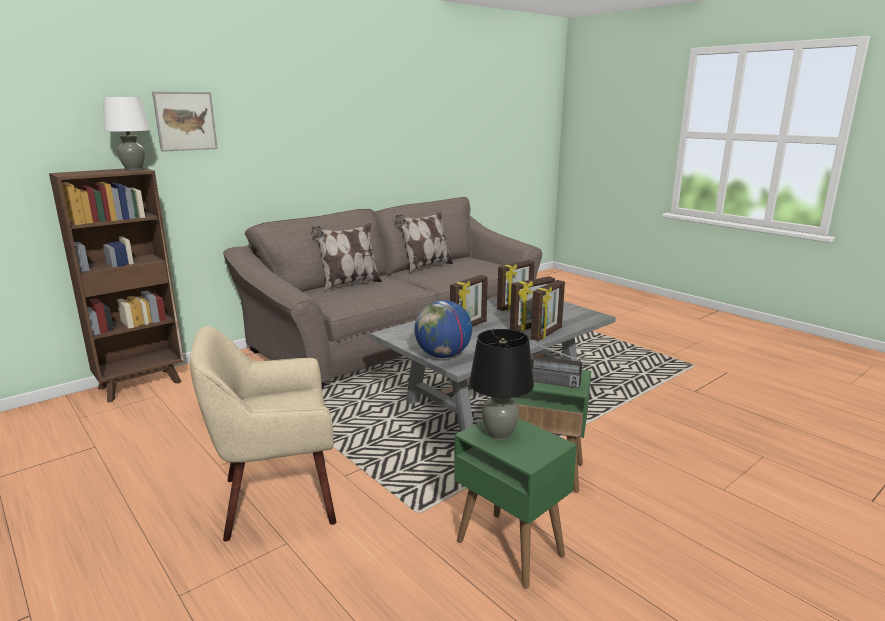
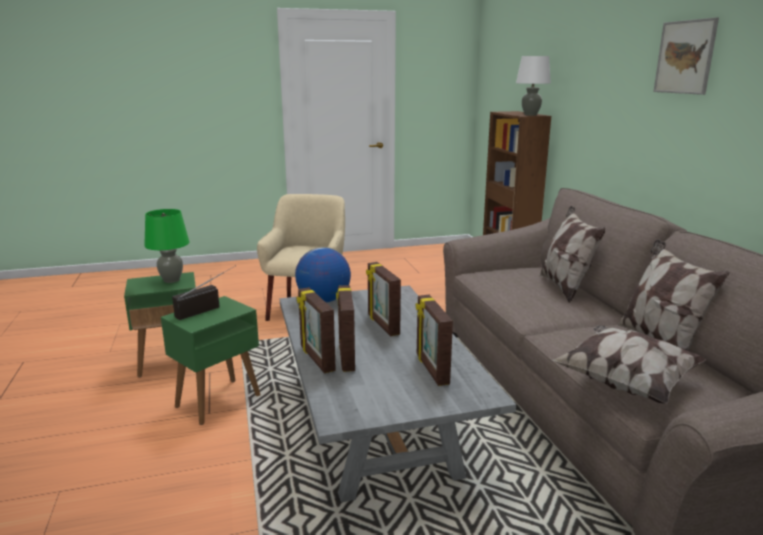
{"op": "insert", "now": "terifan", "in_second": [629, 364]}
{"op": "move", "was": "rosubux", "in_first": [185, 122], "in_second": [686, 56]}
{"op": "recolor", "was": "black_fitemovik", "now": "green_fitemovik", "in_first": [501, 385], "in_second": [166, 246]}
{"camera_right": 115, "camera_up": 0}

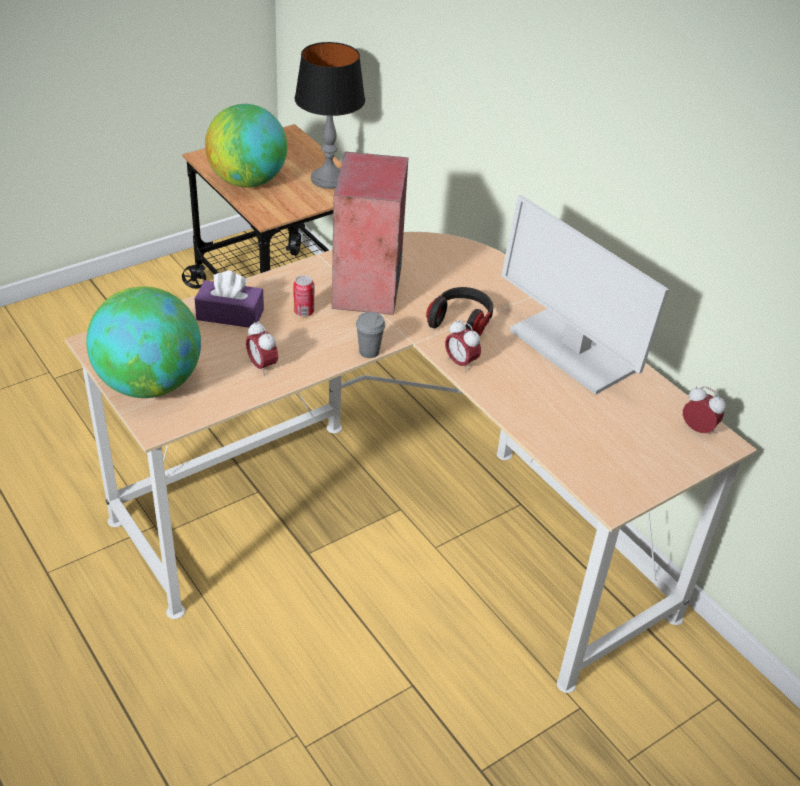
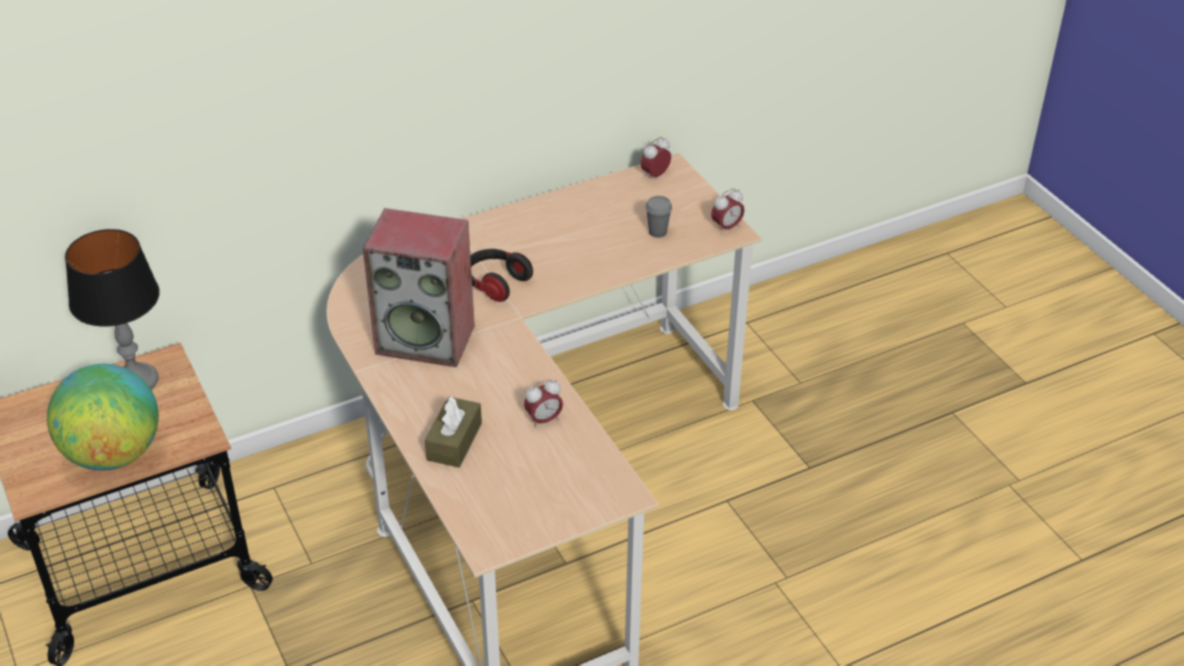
{"op": "delete", "was": "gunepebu", "in_first": [143, 342]}
{"op": "delete", "was": "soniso", "in_first": [303, 296]}
{"op": "delete", "was": "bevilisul", "in_first": [585, 295]}
{"op": "move", "was": "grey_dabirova", "in_first": [371, 335], "in_second": [658, 217]}
{"op": "move", "was": "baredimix", "in_first": [463, 346], "in_second": [728, 211]}
{"op": "recolor", "was": "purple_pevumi", "now": "brown_pevumi", "in_first": [229, 299], "in_second": [453, 432]}
{"camera_right": -80, "camera_up": 0}

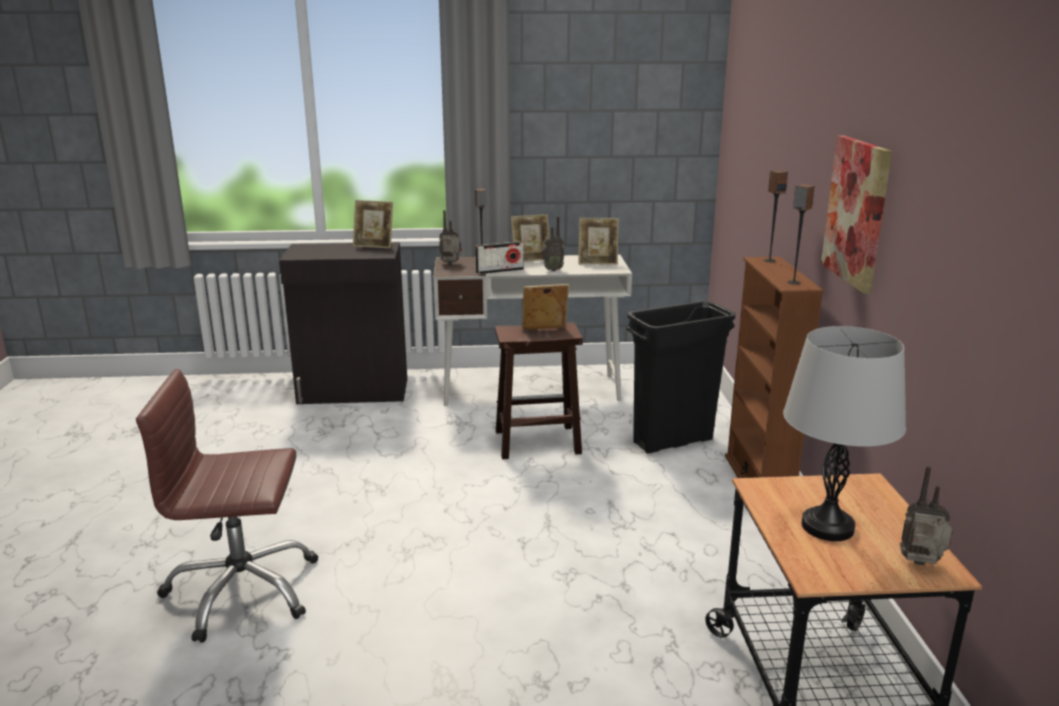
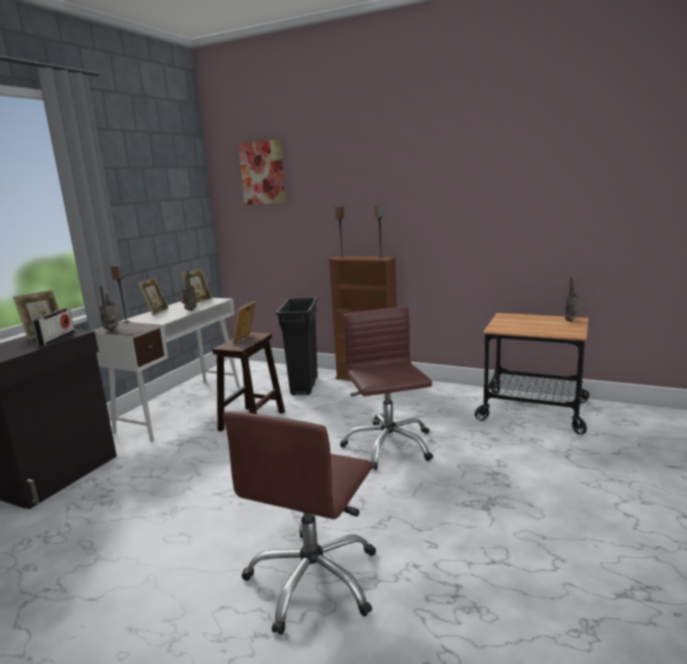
{"op": "delete", "was": "grey_fitemovik", "in_first": [844, 433]}
{"op": "insert", "now": "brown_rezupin", "in_second": [386, 388]}
{"op": "move", "was": "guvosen", "in_first": [499, 257], "in_second": [53, 327]}
{"op": "move", "was": "rosubux", "in_first": [856, 214], "in_second": [262, 172]}
{"camera_right": -60, "camera_up": -5}

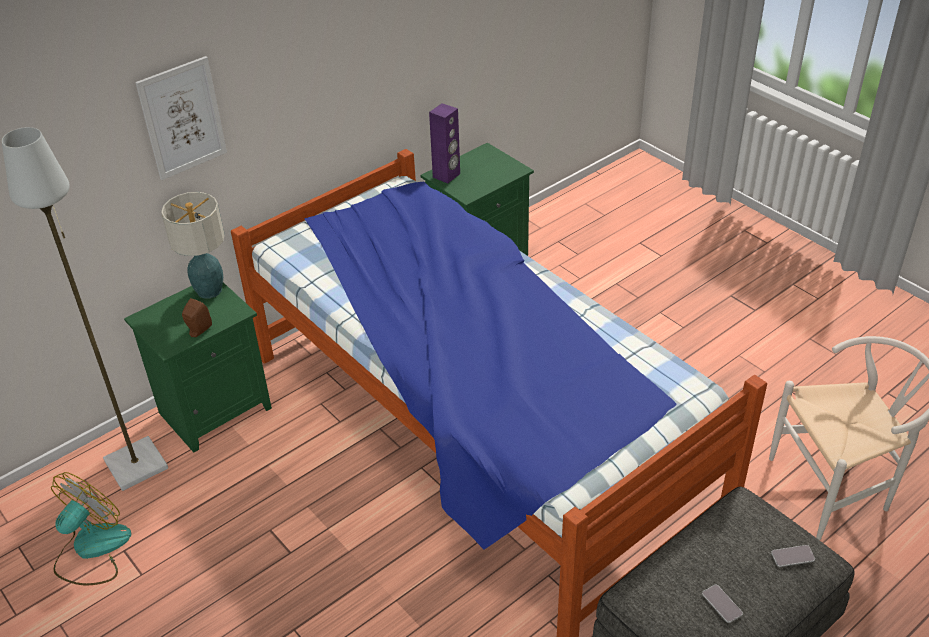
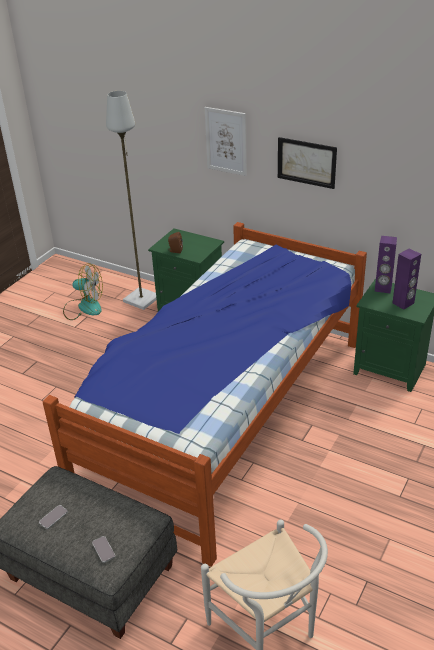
{"op": "delete", "was": "fitemovik", "in_first": [193, 245]}
{"op": "insert", "now": "rosubux", "in_second": [307, 163]}
{"op": "insert", "now": "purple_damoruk", "in_second": [406, 279]}
{"camera_right": 70, "camera_up": -5}

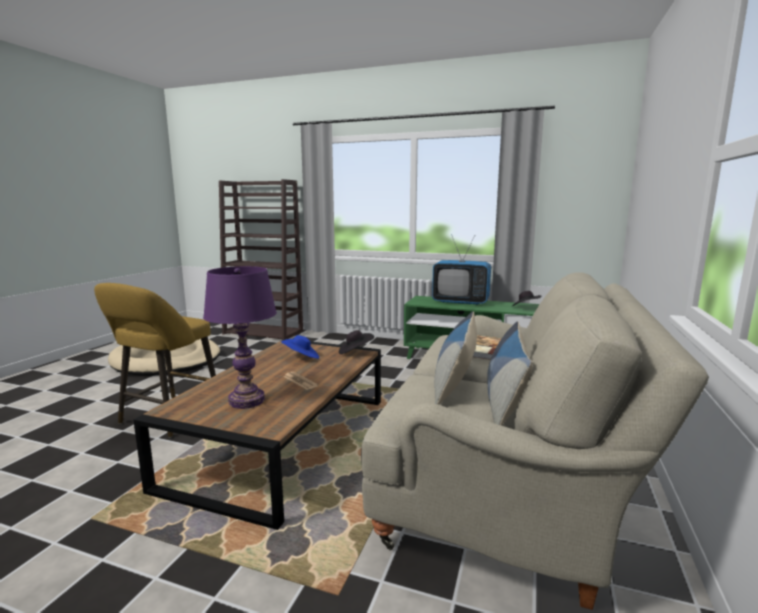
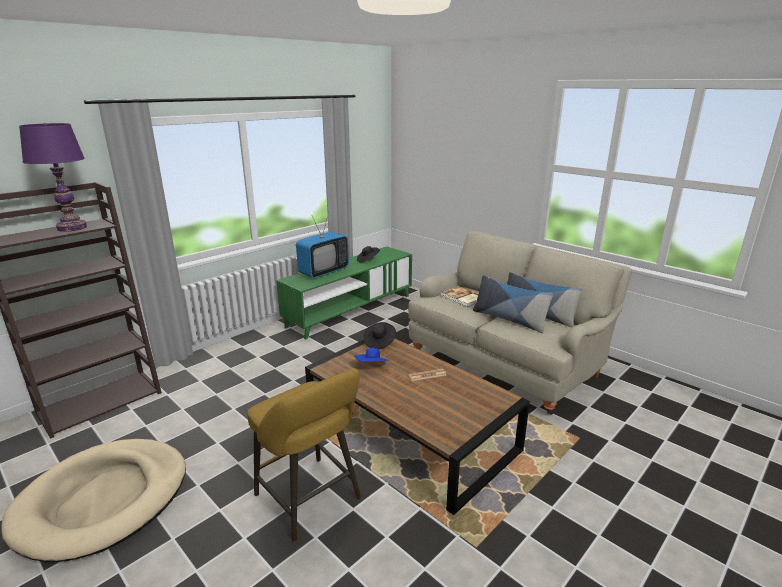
{"op": "move", "was": "purple_fitemovik", "in_first": [240, 337], "in_second": [53, 177]}
{"camera_right": -65, "camera_up": 10}

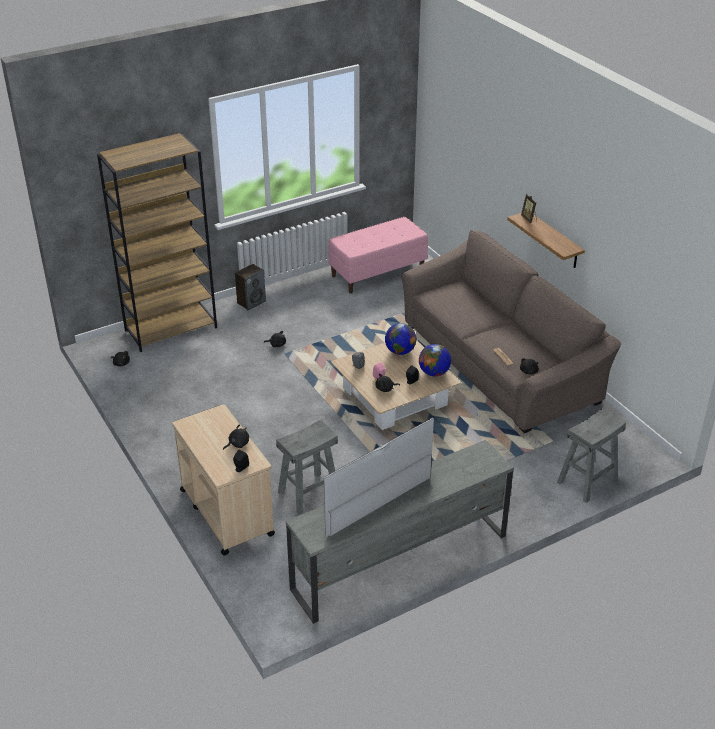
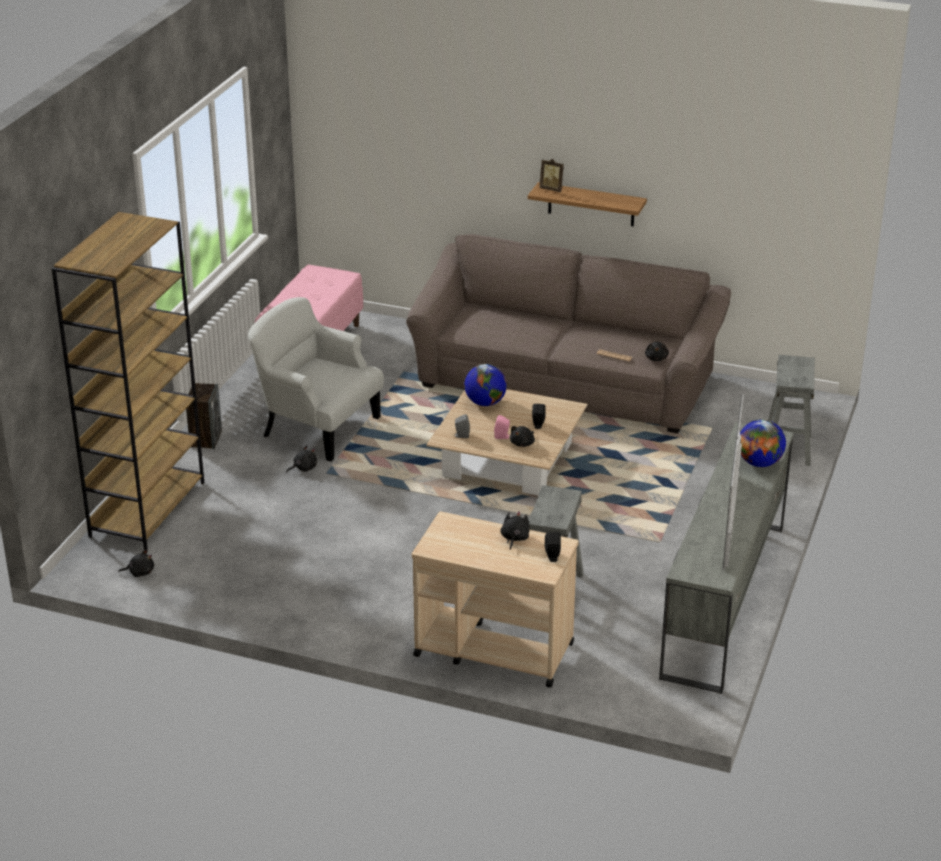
{"op": "insert", "now": "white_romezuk", "in_second": [316, 379]}
{"op": "move", "was": "gunepebu", "in_first": [435, 360], "in_second": [763, 443]}
{"camera_right": -40, "camera_up": -5}

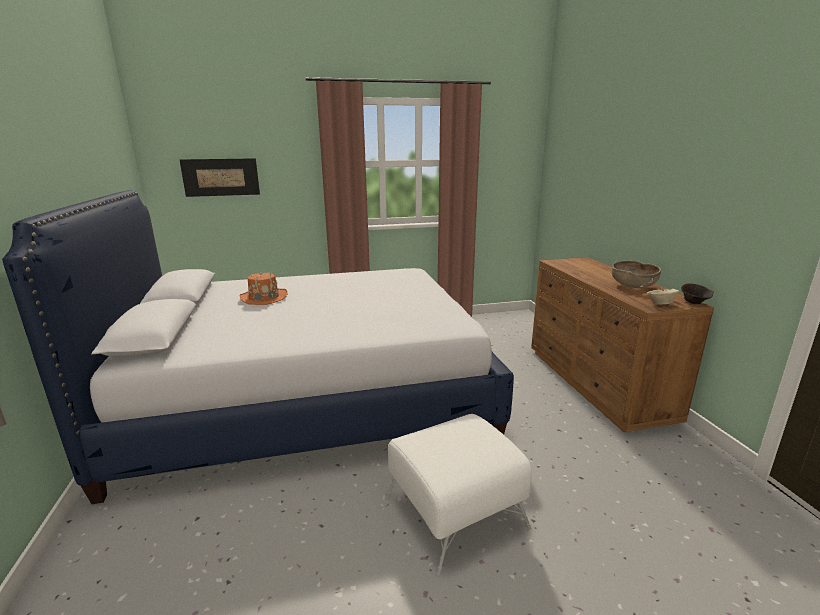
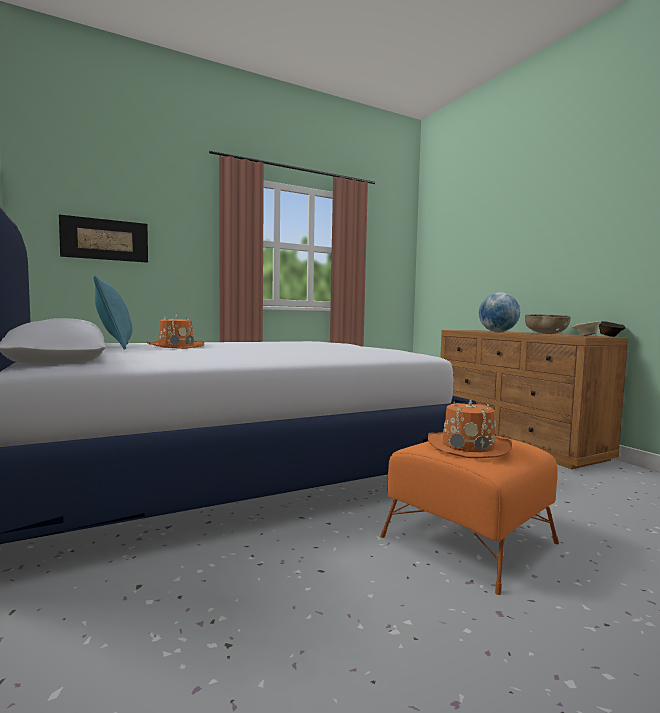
{"op": "insert", "now": "turquoise_terifan", "in_second": [112, 312]}
{"op": "insert", "now": "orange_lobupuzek", "in_second": [470, 428]}
{"op": "insert", "now": "gunepebu", "in_second": [499, 312]}
{"op": "recolor", "was": "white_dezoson", "now": "orange_dezoson", "in_first": [459, 495], "in_second": [469, 515]}
{"camera_right": -15, "camera_up": -15}

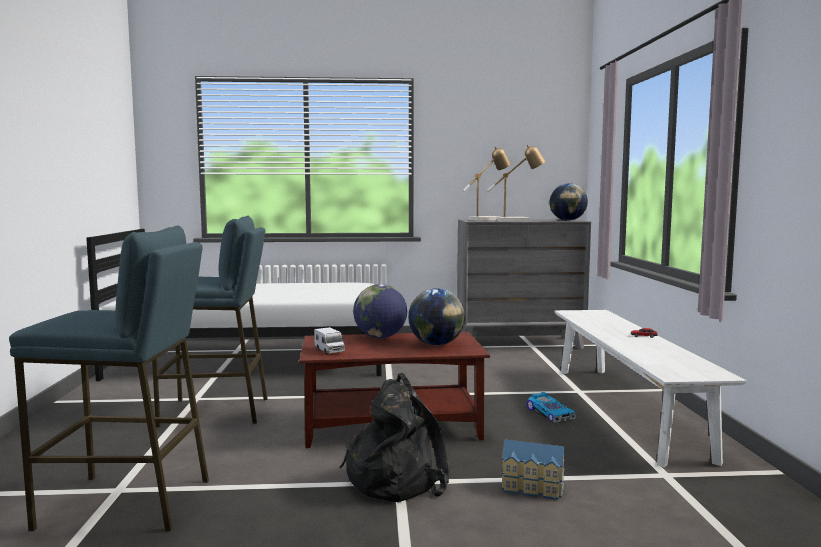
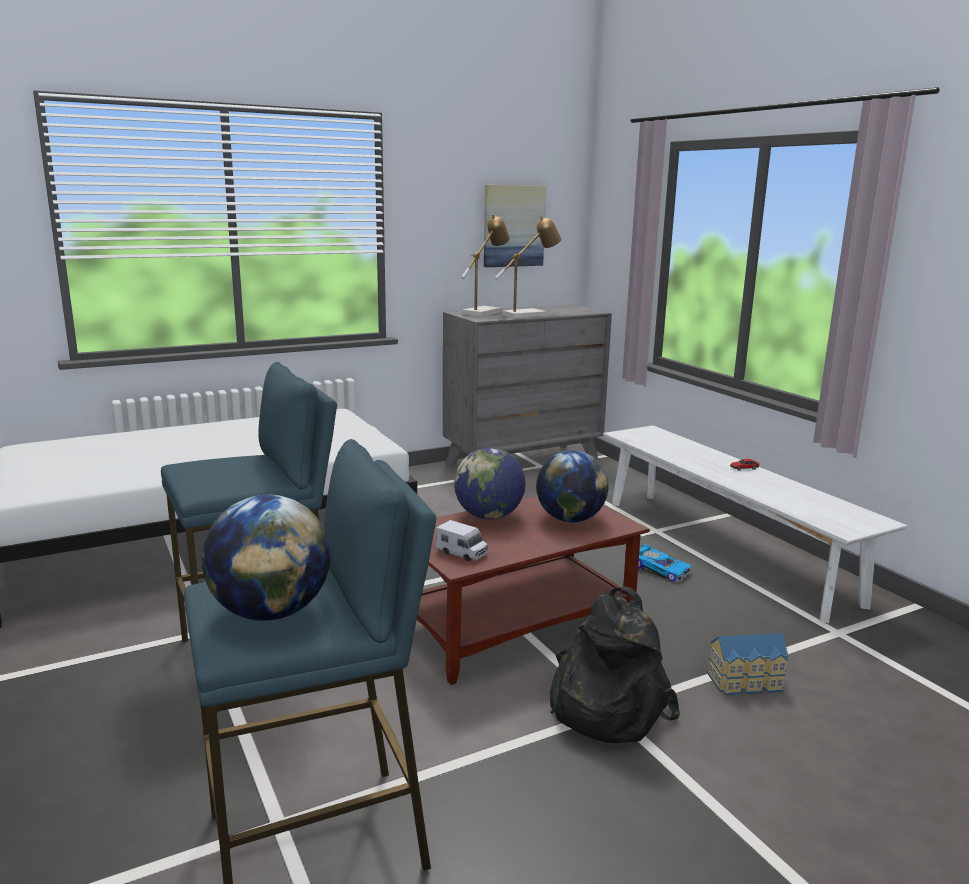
{"op": "insert", "now": "rosubux", "in_second": [515, 226]}
{"op": "move", "was": "gunepebu", "in_first": [568, 202], "in_second": [266, 558]}
{"camera_right": -25, "camera_up": 10}

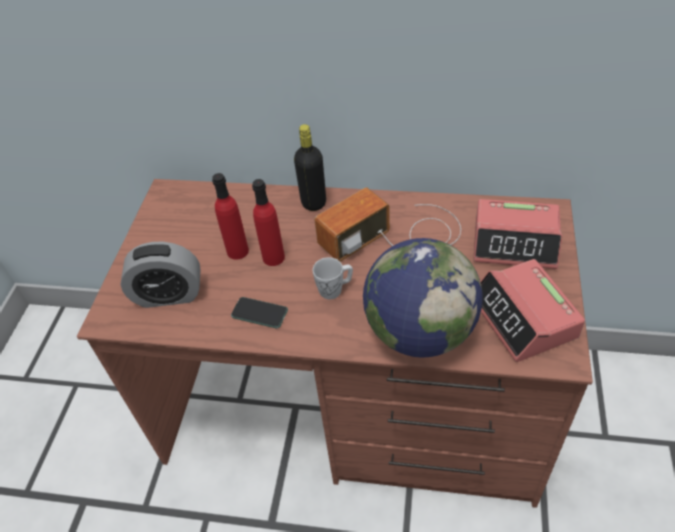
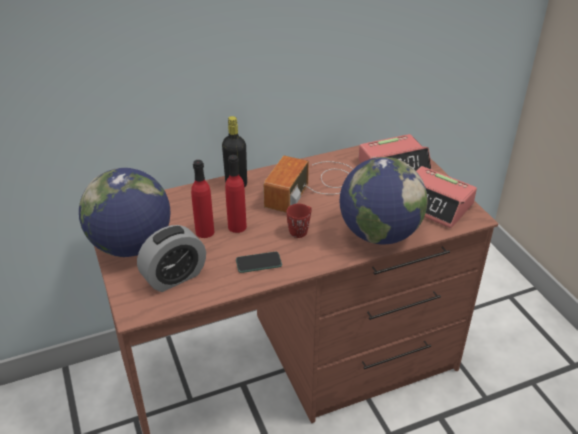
{"op": "insert", "now": "gunepebu", "in_second": [125, 212]}
{"op": "recolor", "was": "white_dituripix", "now": "red_dituripix", "in_first": [333, 278], "in_second": [299, 221]}
{"camera_right": -35, "camera_up": -10}

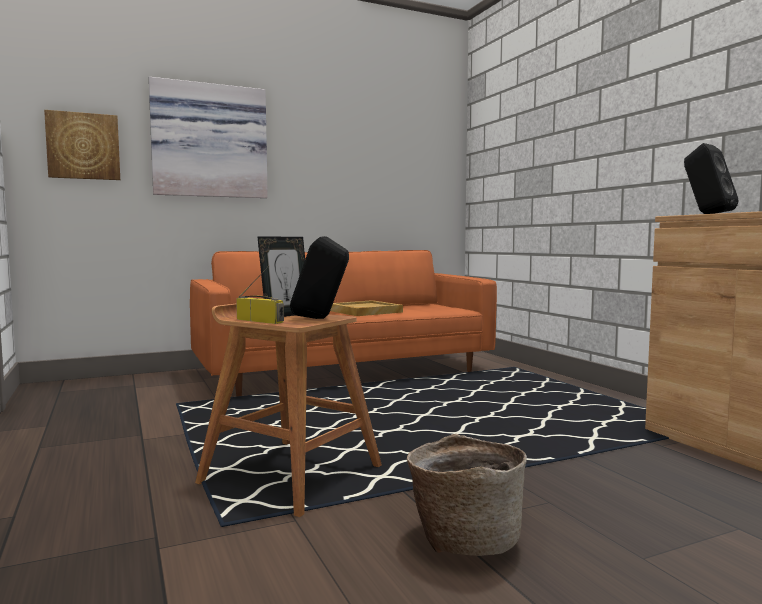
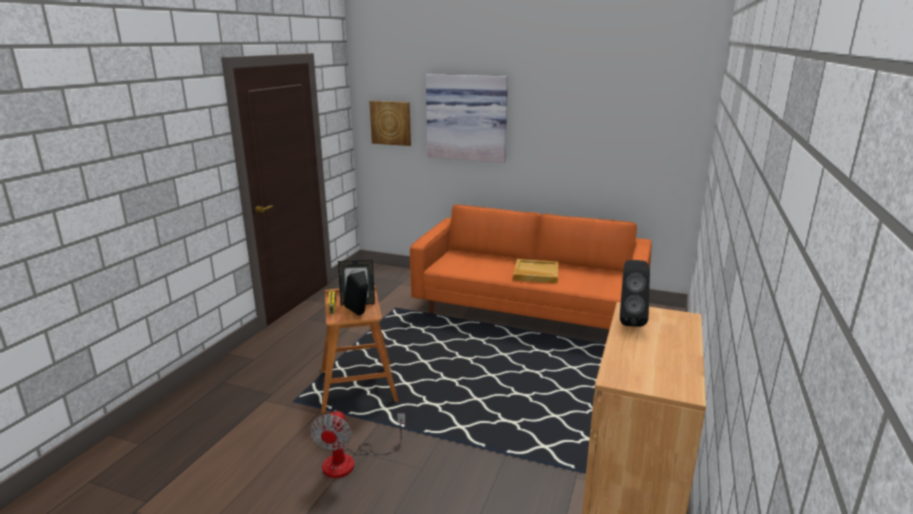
{"op": "replace", "was": "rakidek", "now": "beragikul", "in_first": [467, 495], "in_second": [358, 444]}
{"camera_right": 45, "camera_up": 15}

